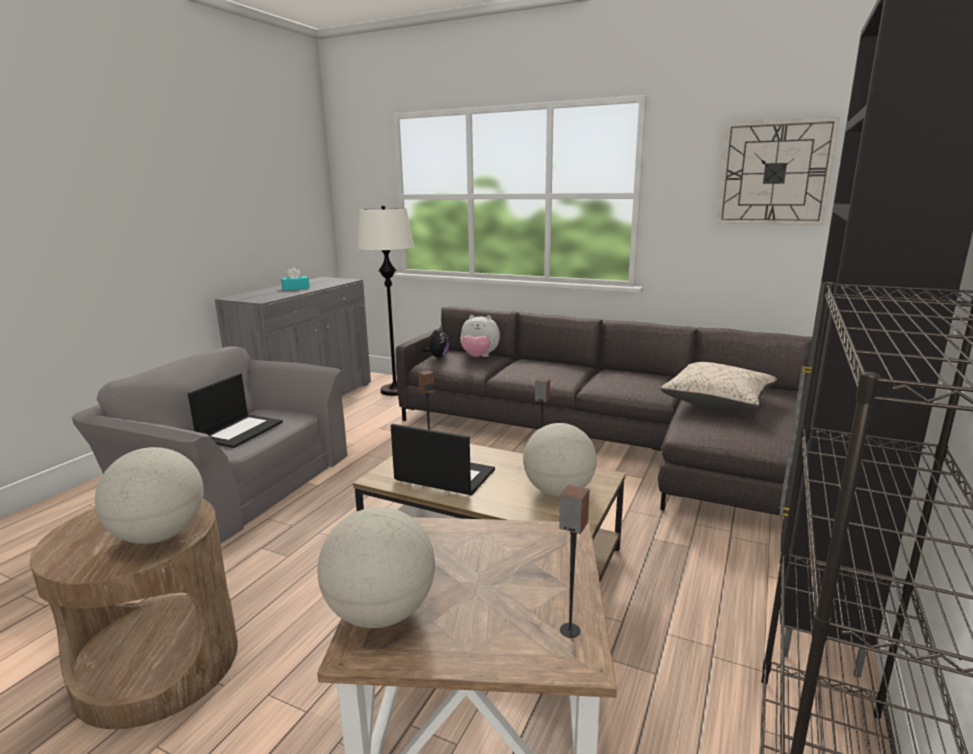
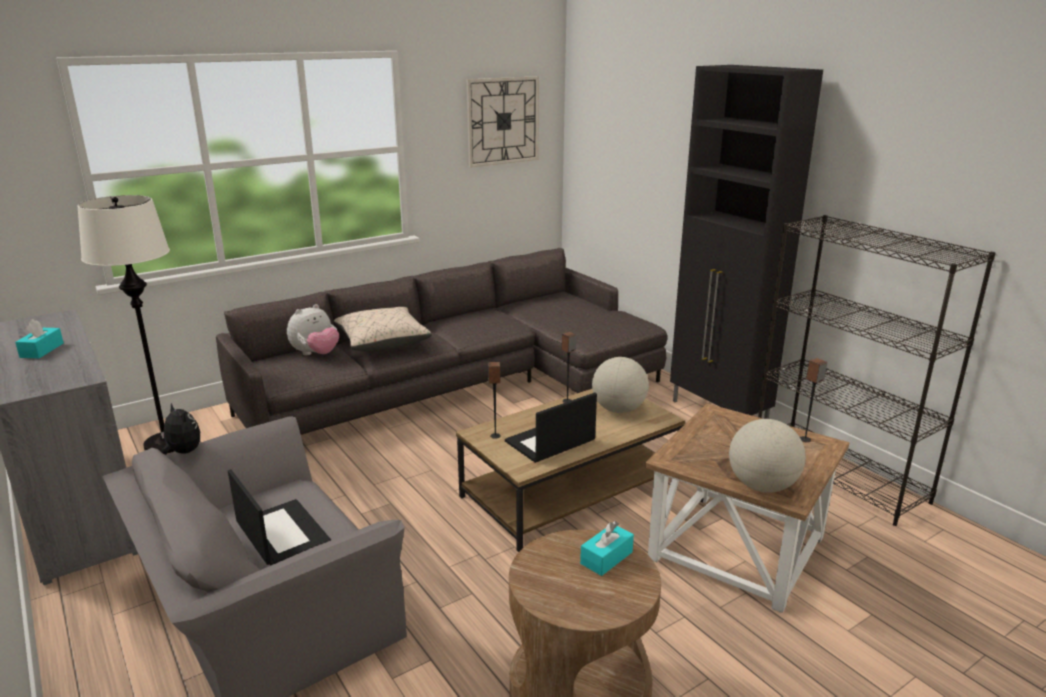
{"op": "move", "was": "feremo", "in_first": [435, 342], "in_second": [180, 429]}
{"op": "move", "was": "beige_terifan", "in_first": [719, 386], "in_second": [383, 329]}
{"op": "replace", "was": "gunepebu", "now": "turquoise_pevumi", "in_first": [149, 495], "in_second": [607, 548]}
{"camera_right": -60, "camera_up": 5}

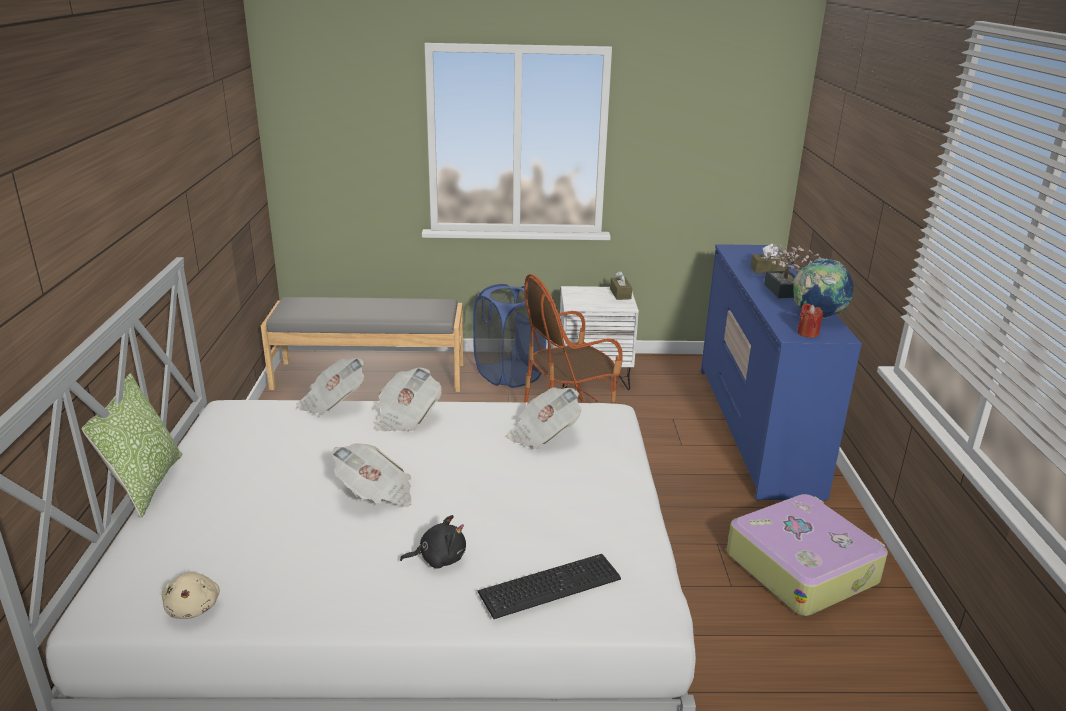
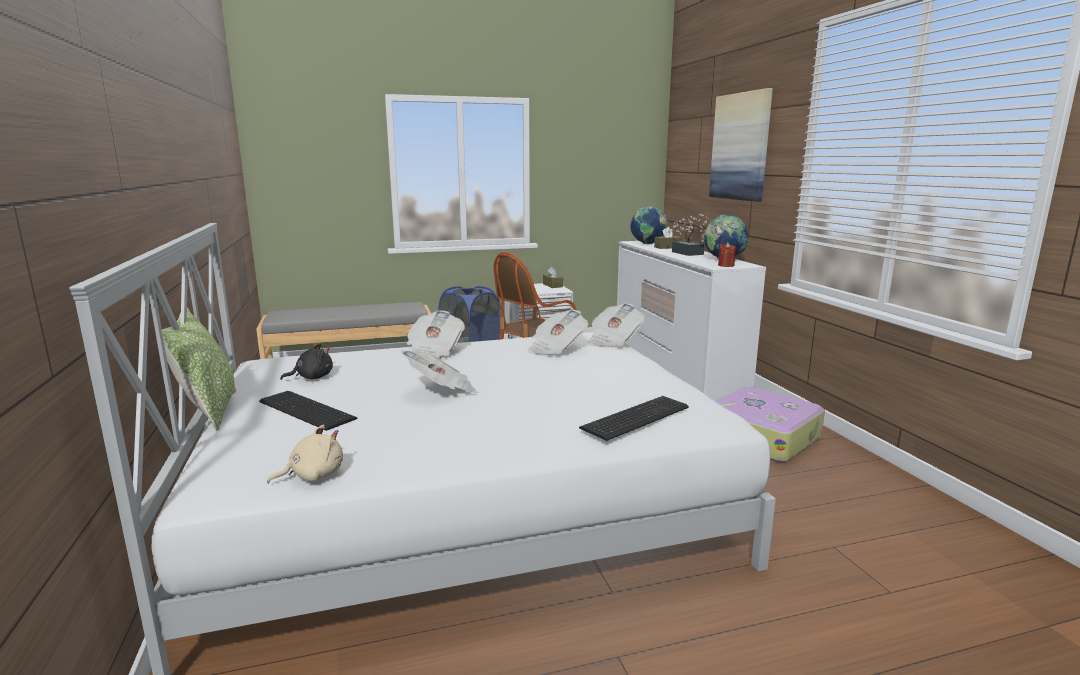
{"op": "insert", "now": "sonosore", "in_second": [308, 411]}
{"op": "insert", "now": "gunepebu", "in_second": [649, 225]}
{"op": "insert", "now": "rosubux", "in_second": [741, 145]}
{"op": "move", "was": "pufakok", "in_first": [330, 386], "in_second": [616, 325]}
{"op": "move", "was": "black_feremo", "in_first": [433, 542], "in_second": [306, 361]}
{"op": "recolor", "was": "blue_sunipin", "now": "white_sunipin", "in_first": [781, 372], "in_second": [691, 321]}
{"op": "rotate", "was": "beige_feremo", "in_first": [191, 595], "in_second": [305, 453], "clockwise": -90}
{"camera_right": -15, "camera_up": -10}

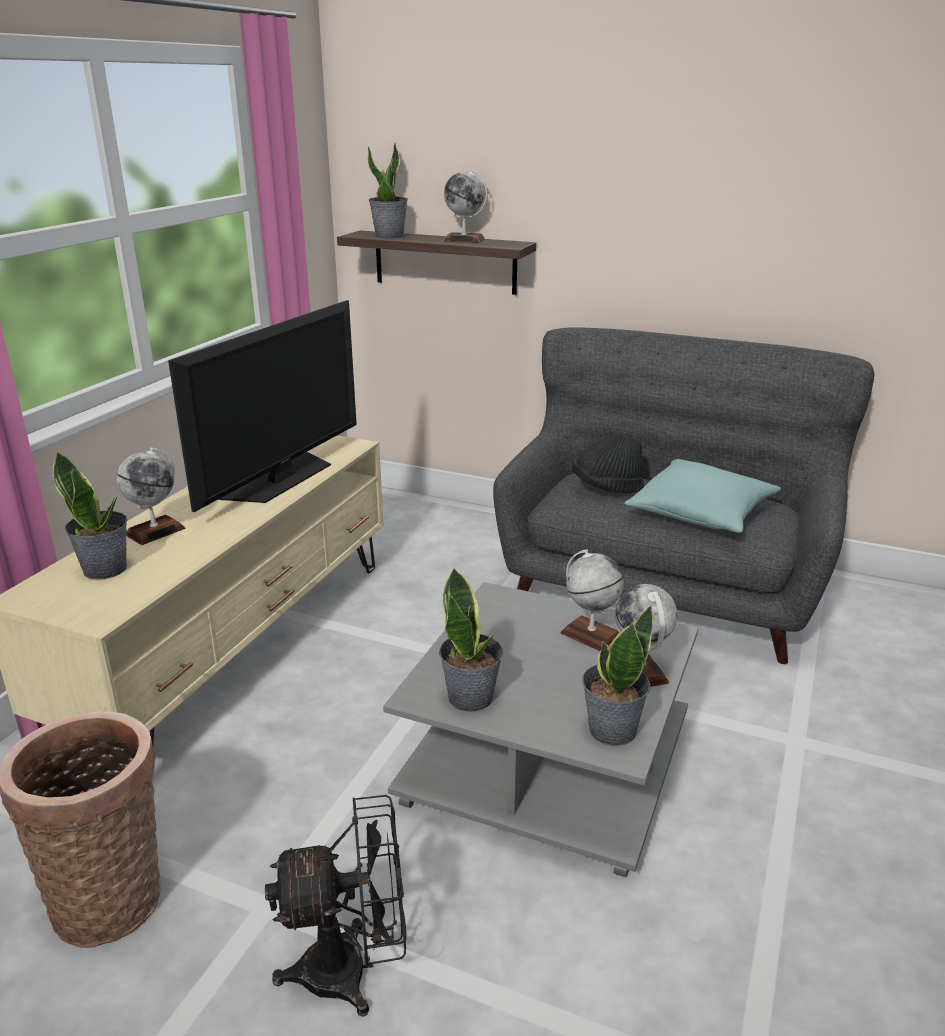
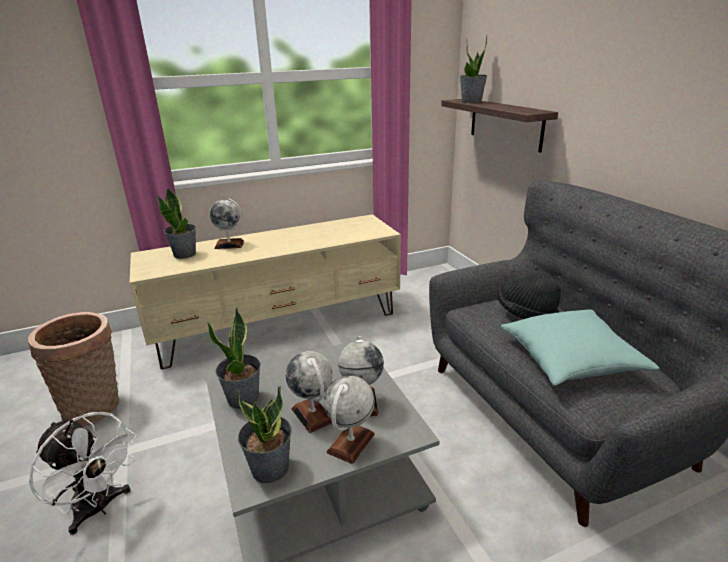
{"op": "delete", "was": "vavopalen", "in_first": [262, 406]}
{"op": "move", "was": "gunepebu", "in_first": [465, 206], "in_second": [309, 392]}
{"op": "recolor", "was": "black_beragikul", "now": "white_beragikul", "in_first": [336, 906], "in_second": [83, 473]}
{"camera_right": 45, "camera_up": 0}

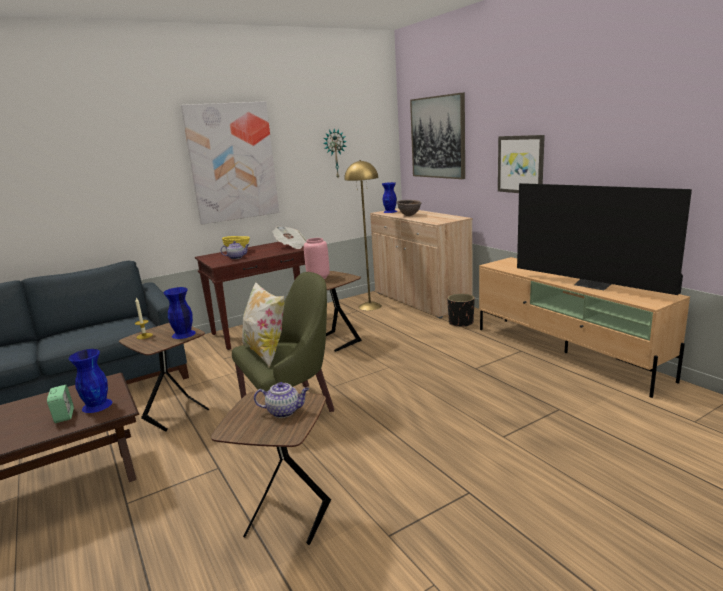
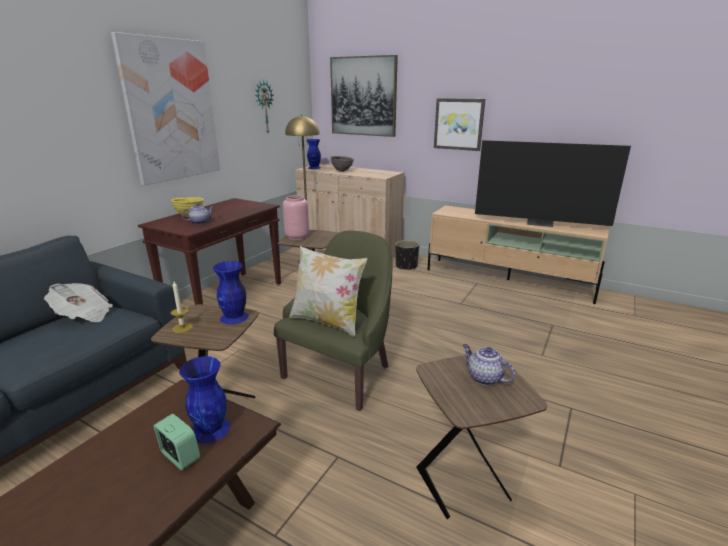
{"op": "move", "was": "pufakok", "in_first": [289, 237], "in_second": [78, 302]}
{"op": "rotate", "was": "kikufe", "in_first": [281, 400], "in_second": [489, 364], "clockwise": -105}
{"camera_right": -30, "camera_up": 5}

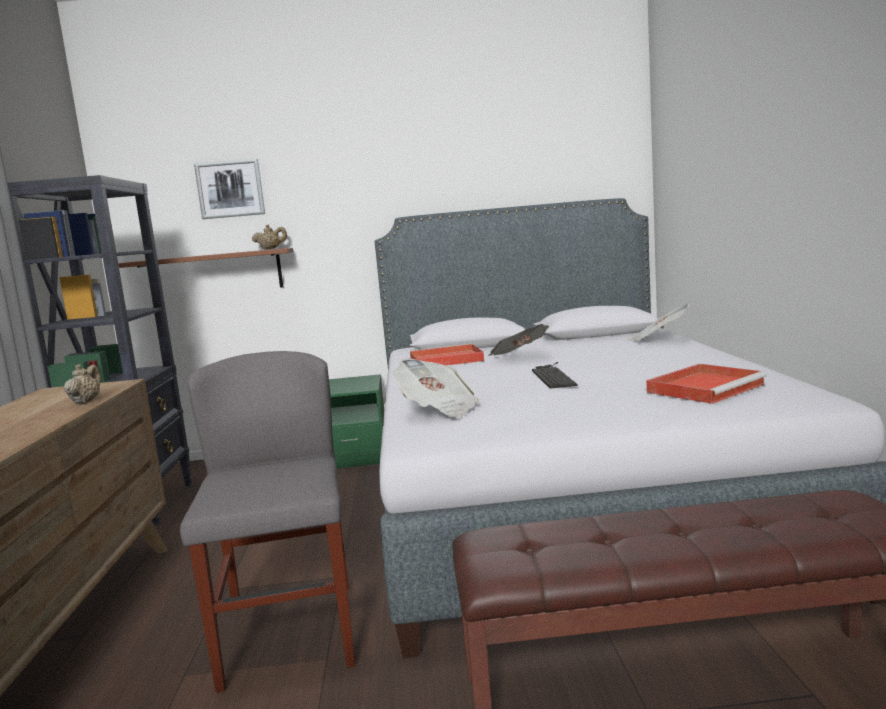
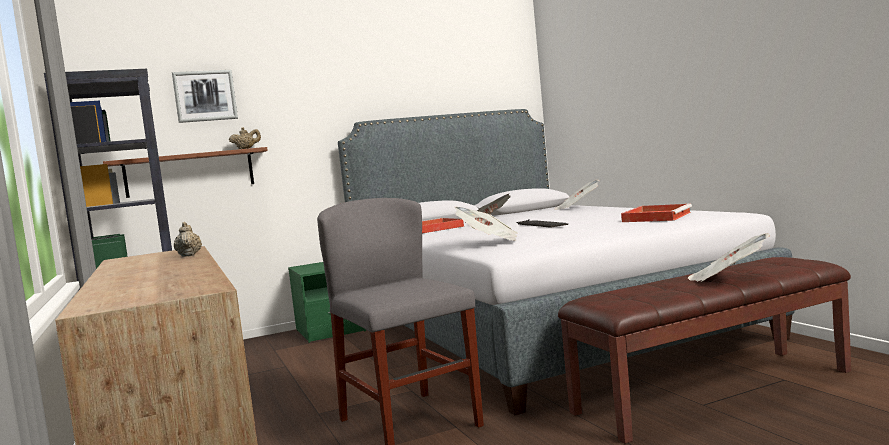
{"op": "insert", "now": "pufakok", "in_second": [729, 257]}
{"camera_right": -20, "camera_up": -5}

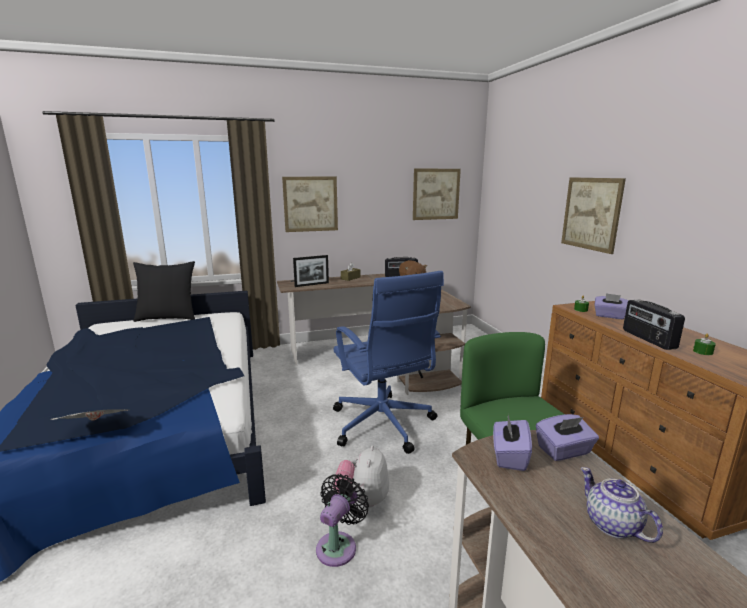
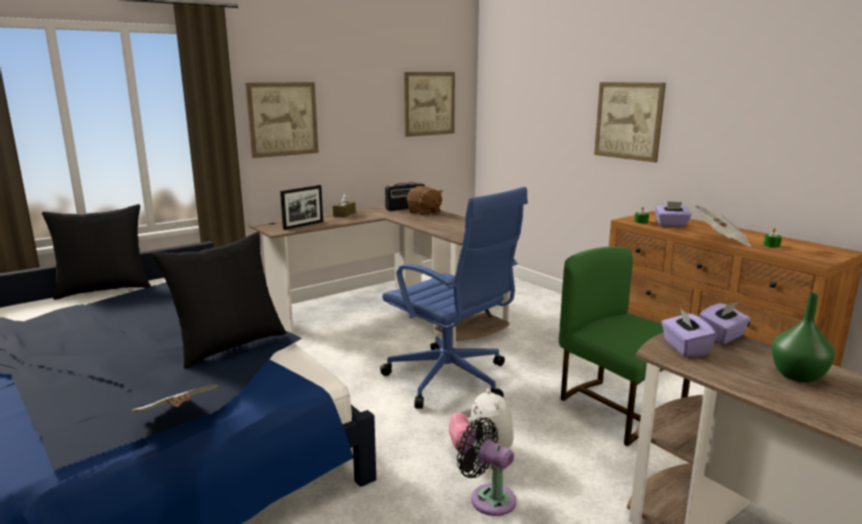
{"op": "insert", "now": "black_terifan", "in_second": [219, 300]}
{"op": "replace", "was": "kikufe", "now": "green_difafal", "in_first": [622, 505], "in_second": [803, 338]}
{"op": "replace", "was": "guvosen", "now": "pufakok", "in_first": [654, 324], "in_second": [722, 225]}
{"op": "rotate", "was": "black_beragikul", "in_first": [342, 520], "in_second": [486, 466], "clockwise": -60}
{"camera_right": -20, "camera_up": 0}

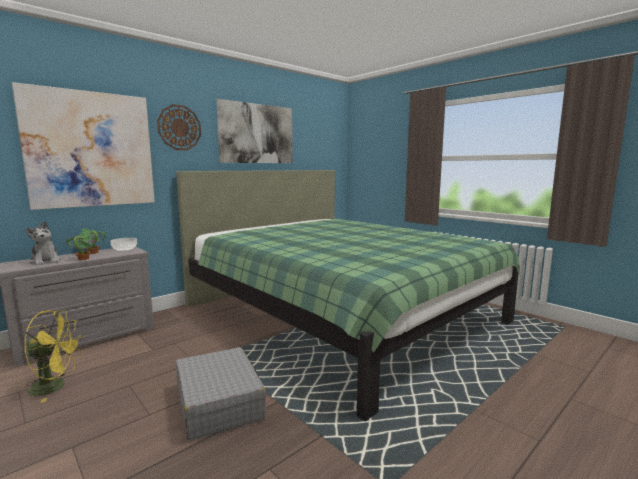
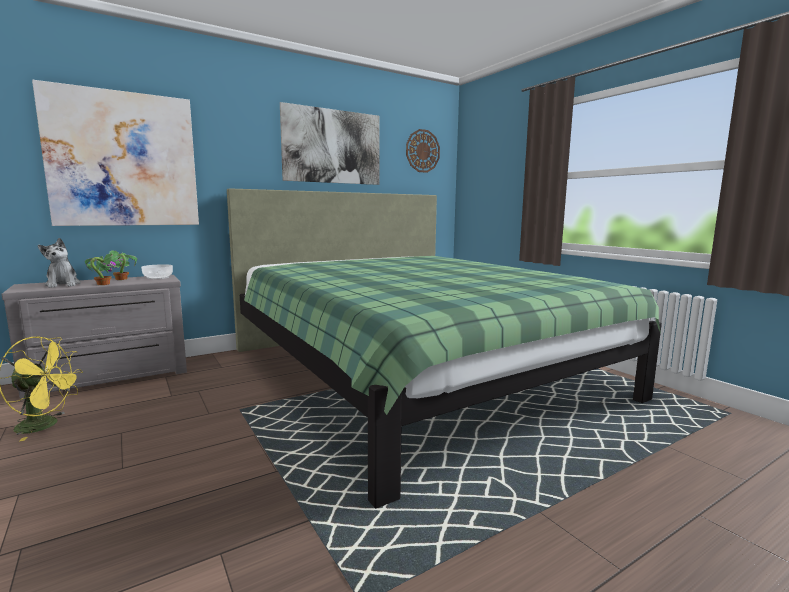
{"op": "delete", "was": "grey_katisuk", "in_first": [220, 394]}
{"op": "move", "was": "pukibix", "in_first": [179, 127], "in_second": [423, 151]}
{"camera_right": 10, "camera_up": 0}

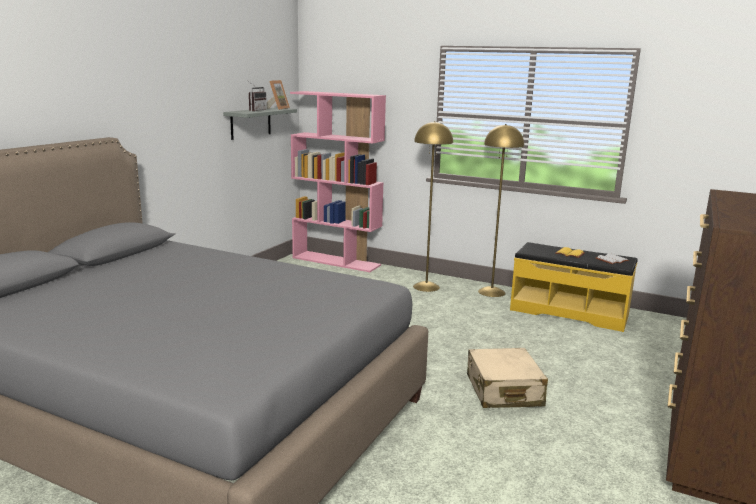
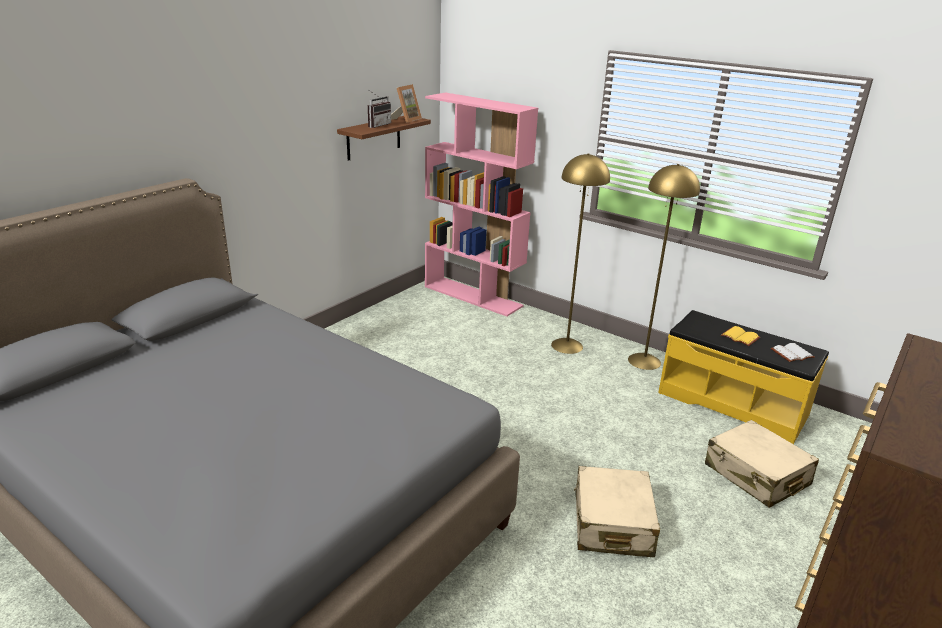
{"op": "insert", "now": "beige_katisuk", "in_second": [762, 464]}
{"op": "recolor", "was": "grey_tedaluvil", "now": "brown_tedaluvil", "in_first": [260, 124], "in_second": [384, 138]}
{"camera_right": 10, "camera_up": 10}

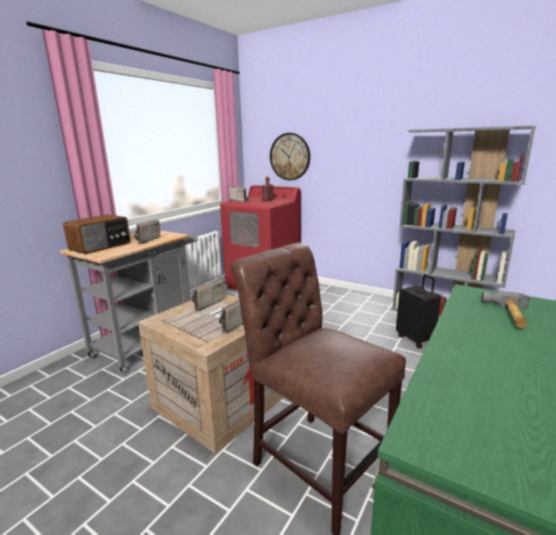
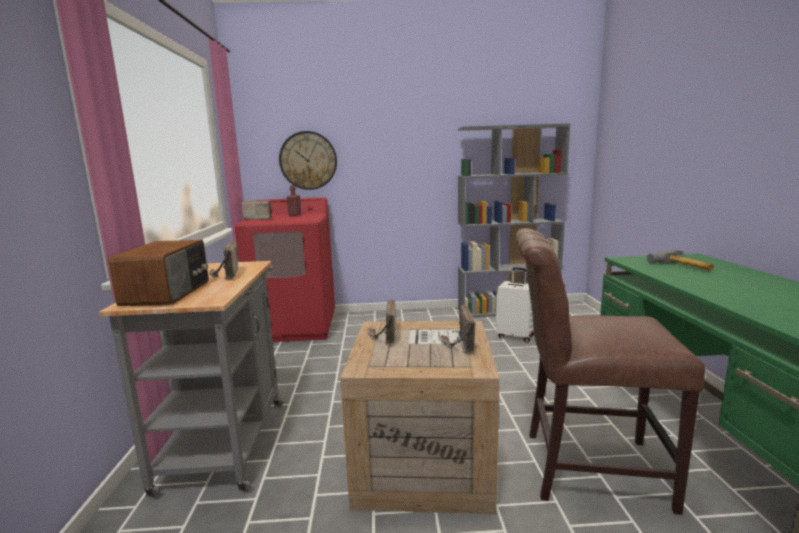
{"op": "recolor", "was": "black_katisuk", "now": "white_katisuk", "in_first": [418, 311], "in_second": [515, 305]}
{"camera_right": -35, "camera_up": -5}

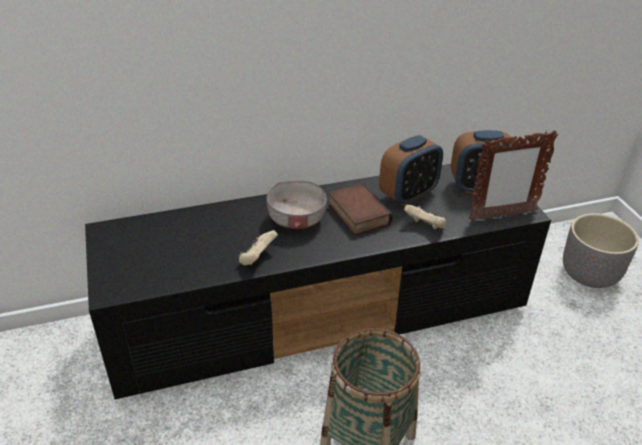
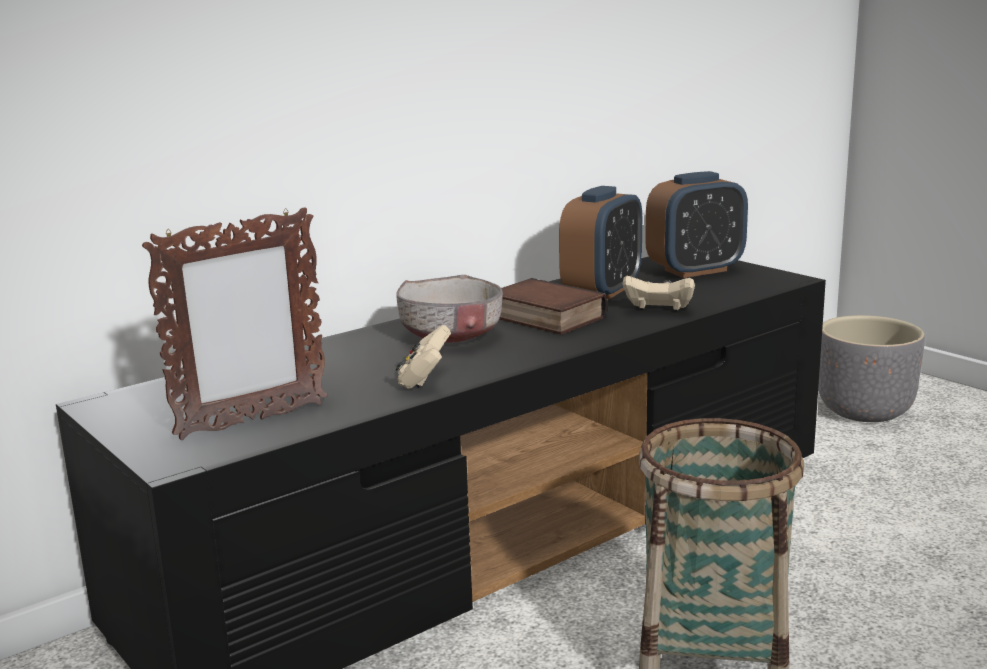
{"op": "move", "was": "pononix", "in_first": [513, 175], "in_second": [235, 323]}
{"camera_right": -20, "camera_up": -20}

